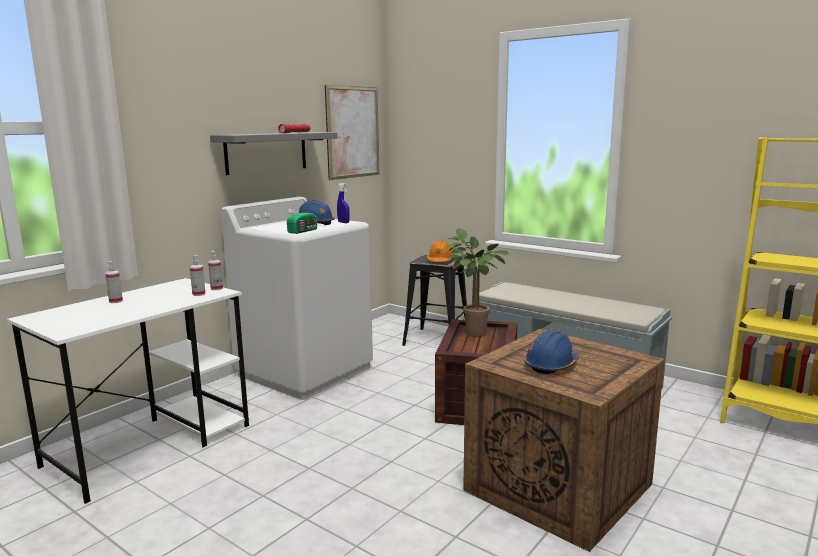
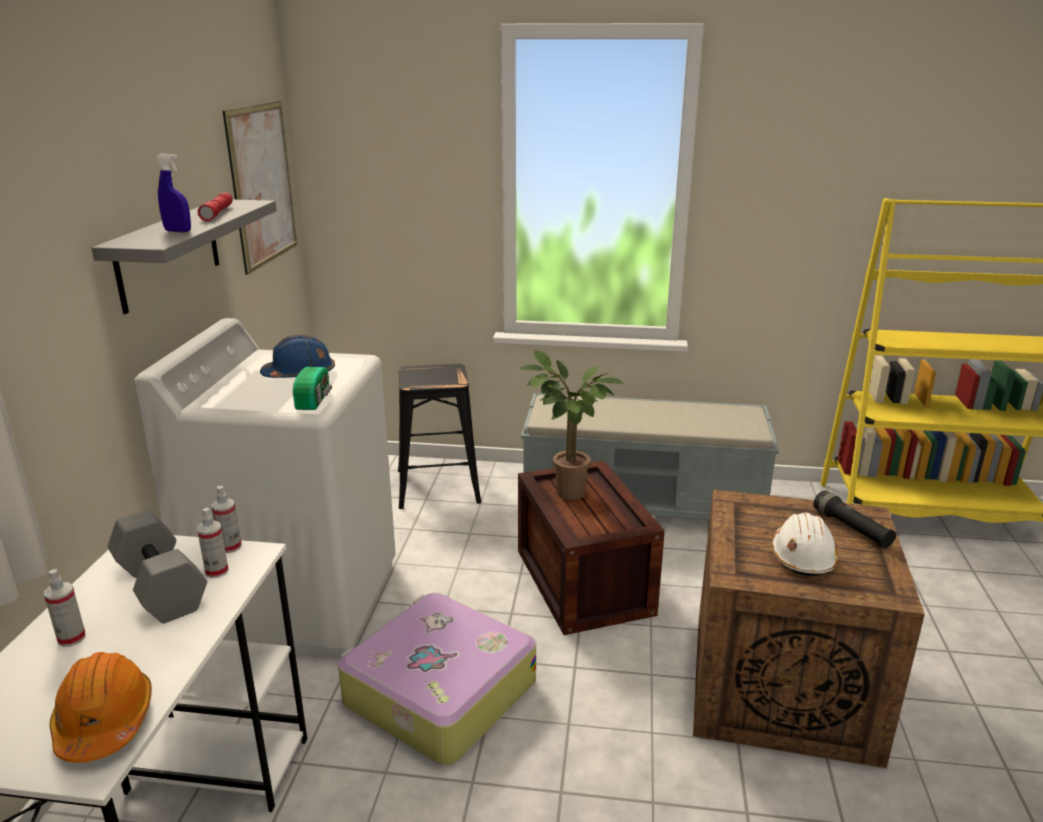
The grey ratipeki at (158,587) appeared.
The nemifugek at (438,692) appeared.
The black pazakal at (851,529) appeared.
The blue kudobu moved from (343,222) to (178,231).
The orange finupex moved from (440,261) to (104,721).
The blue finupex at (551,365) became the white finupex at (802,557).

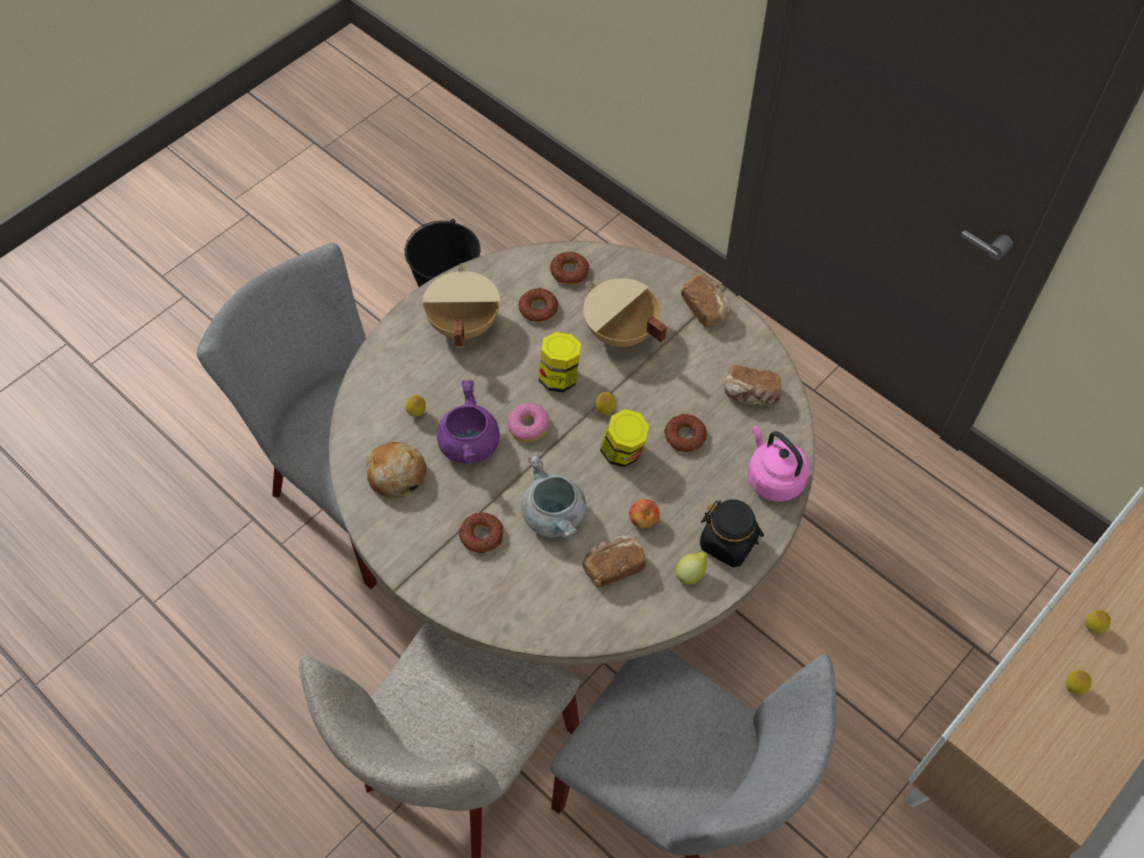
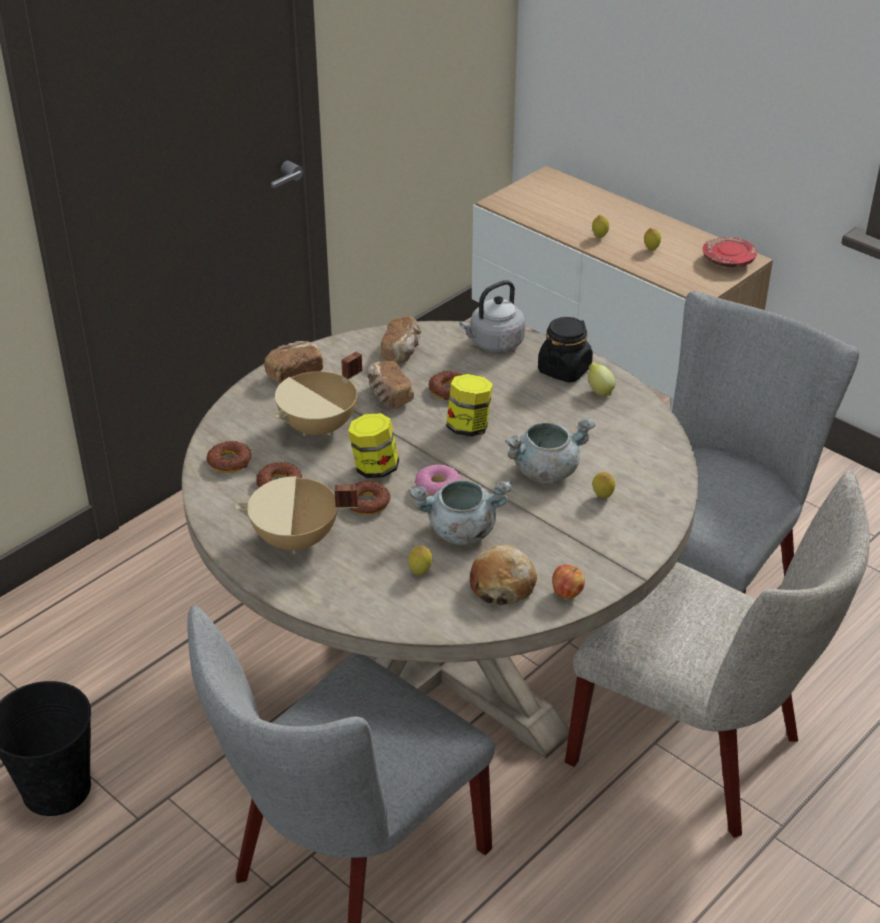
The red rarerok at (728,261) appeared.
The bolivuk moved from (482,535) to (367,502).
The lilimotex moved from (613,566) to (388,396).
The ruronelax moved from (605,411) to (602,497).
The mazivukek moved from (643,521) to (567,593).
The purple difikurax at (468,444) became the grey difikurax at (460,531).
The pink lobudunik at (773,478) became the grey lobudunik at (494,343).

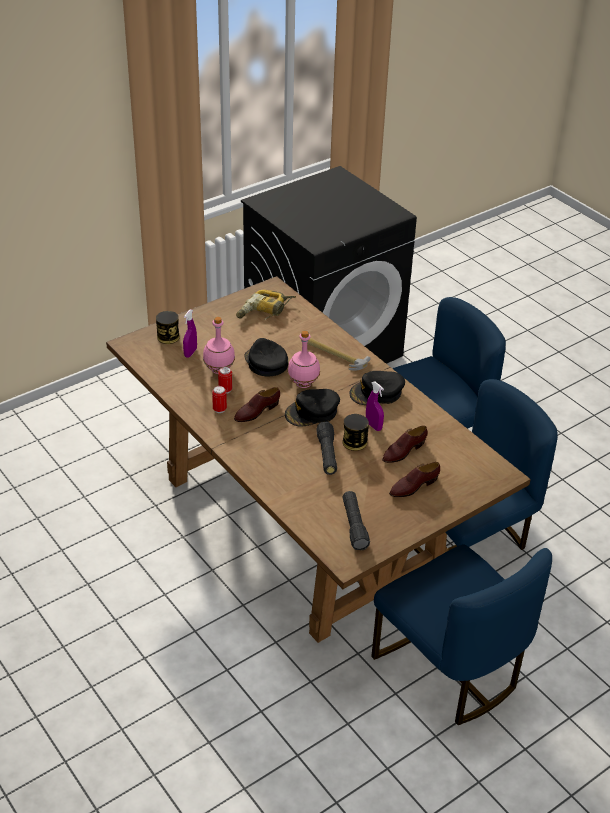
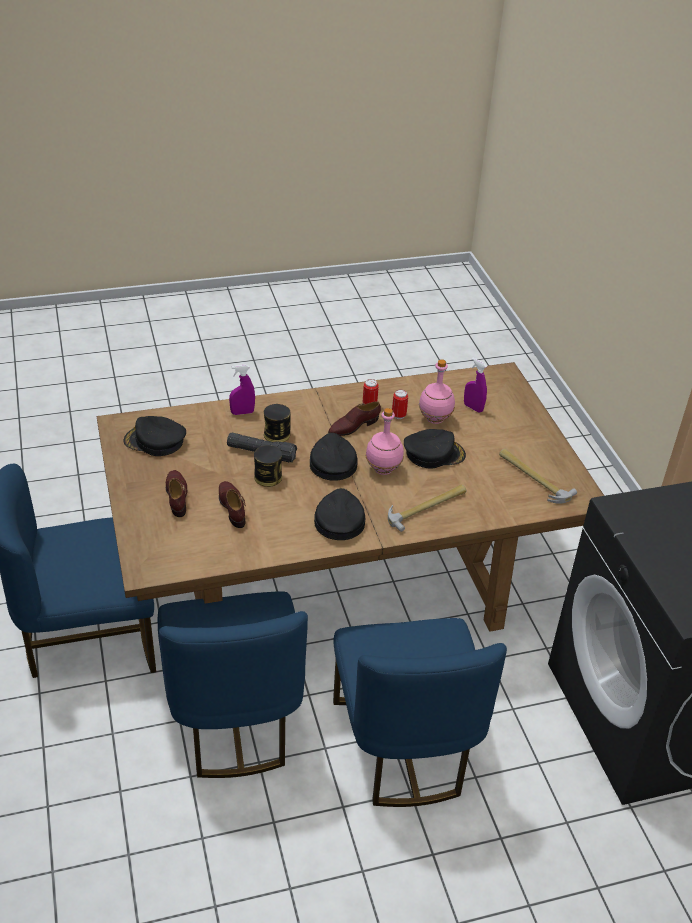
The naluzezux moved from (168,337) to (277,434).
The purple kudobu moved from (373,426) to (242,412).
The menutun at (265,312) was replaced by the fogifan at (534,478).
The black pazakal at (354,526) was replaced by the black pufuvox at (155,441).
The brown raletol at (256,411) turned 105 degrees counterclockwise.

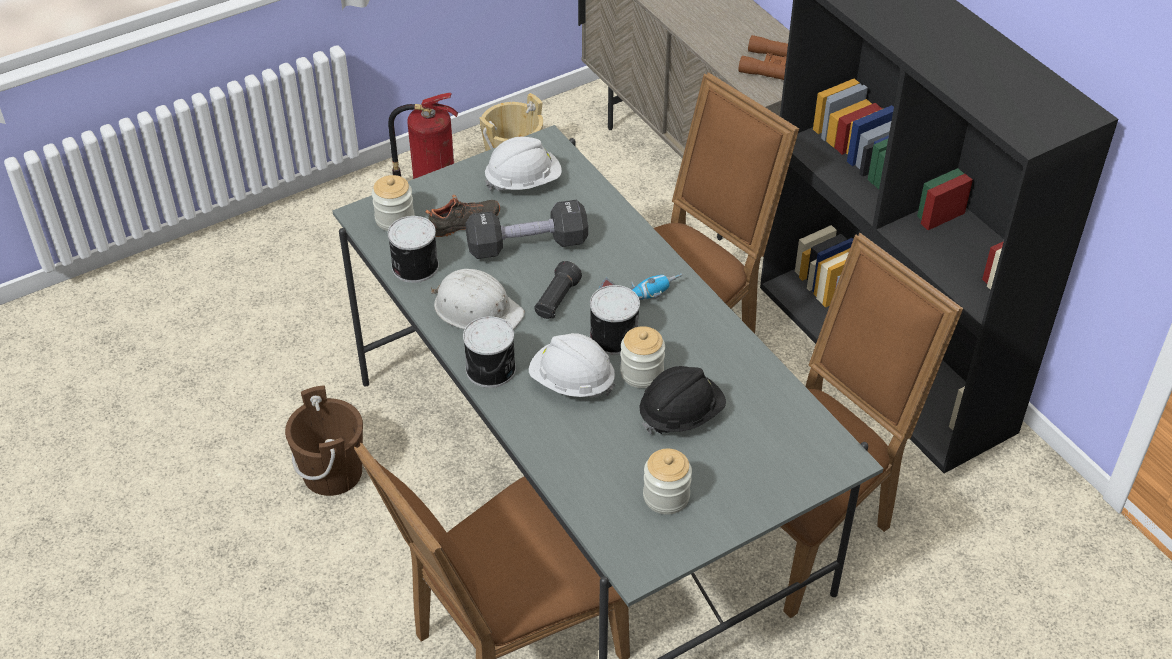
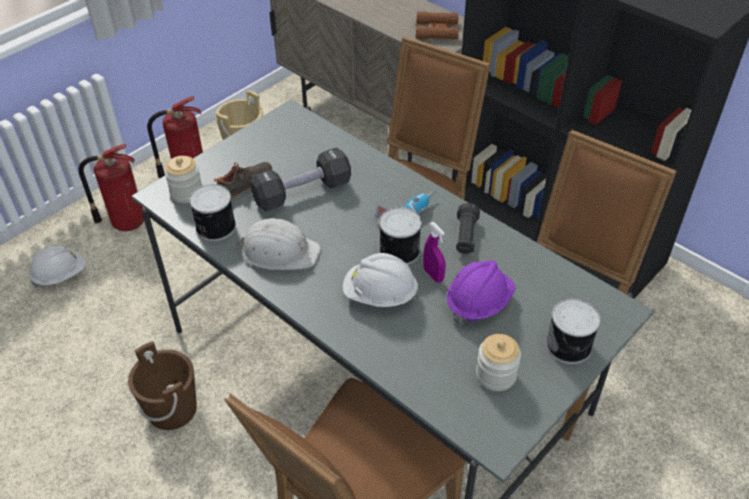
The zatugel at (126,222) appeared.
The naluzezux moved from (492,369) to (570,345).
The white finupex moved from (523,182) to (60,275).
The black pazakal moved from (556,300) to (465,237).
The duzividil at (641,373) was replaced by the purple kudobu at (433,275).
The black finupex at (681,415) became the purple finupex at (478,302).

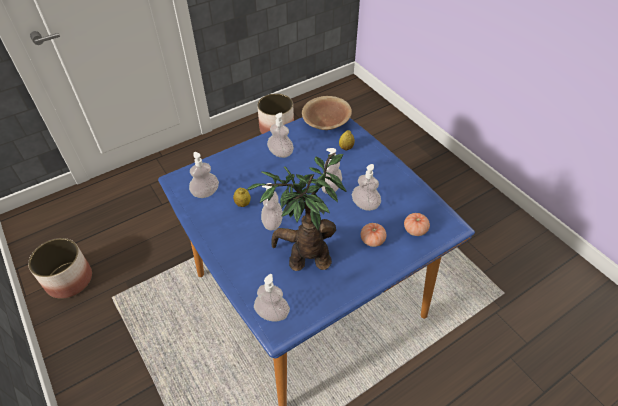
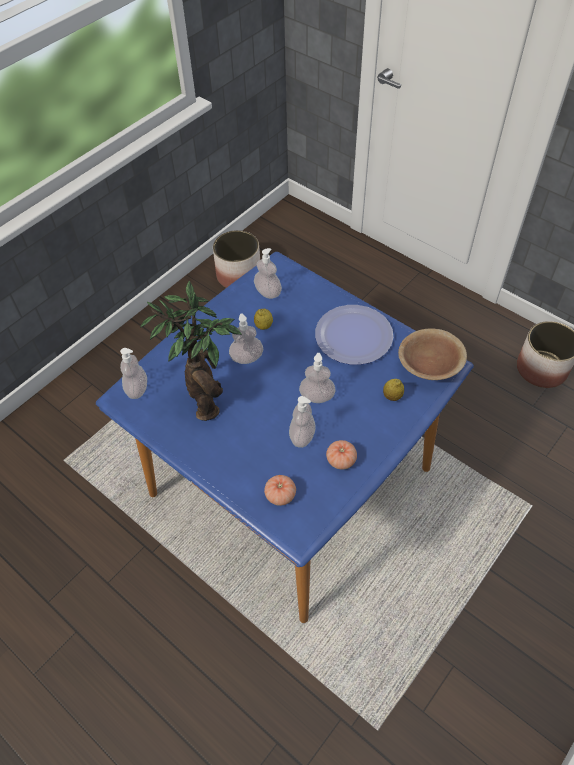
The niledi moved from (372,240) to (341,460).
The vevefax at (280,153) was replaced by the rarerok at (353,335).

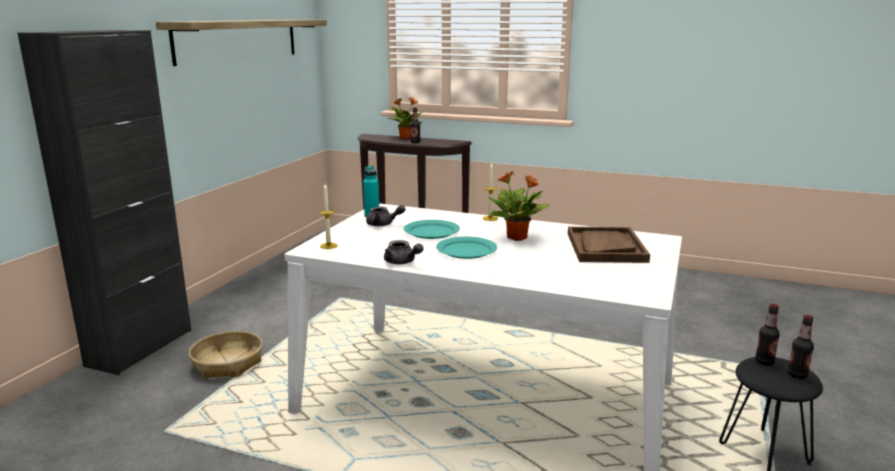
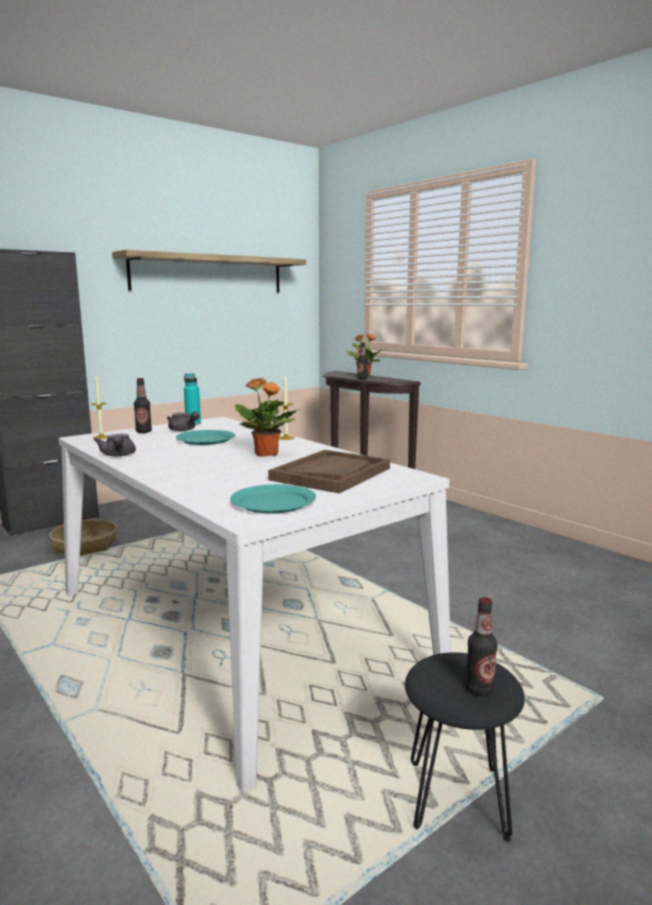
The turquoise rarerok moved from (466,250) to (274,502).
The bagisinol moved from (764,362) to (143,432).

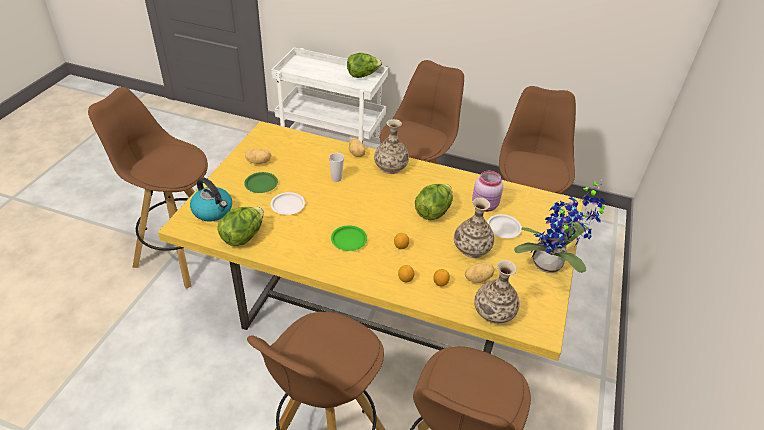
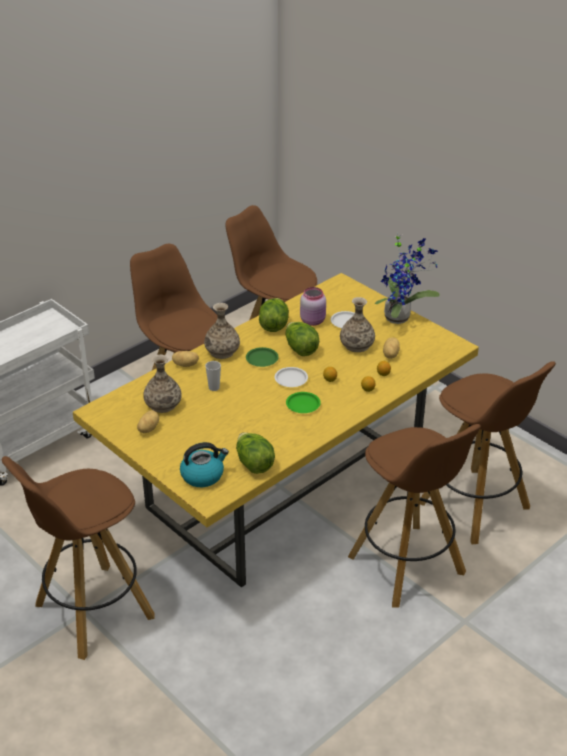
The green rarerok moved from (261,184) to (261,359).
The white rarerok moved from (288,206) to (291,379).
The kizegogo moved from (363,75) to (274,325).
The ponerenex moved from (494,312) to (163,405).

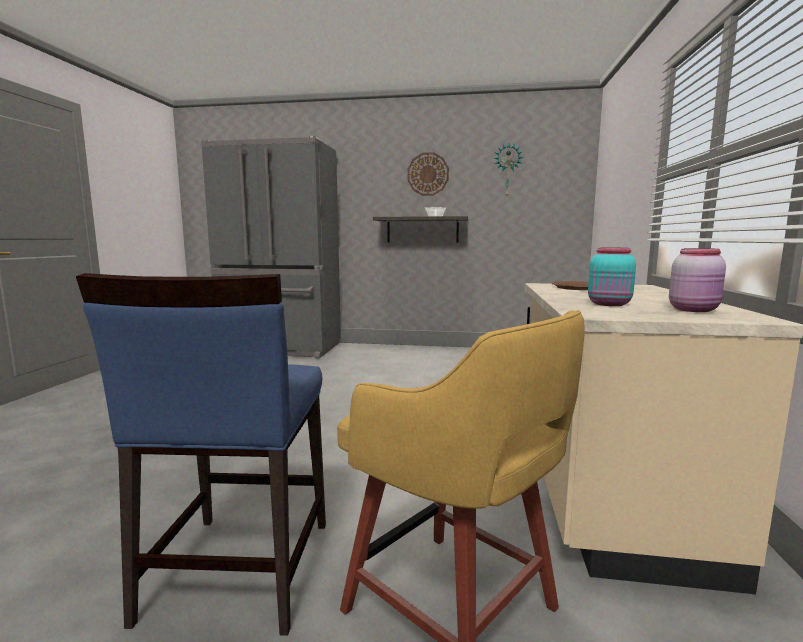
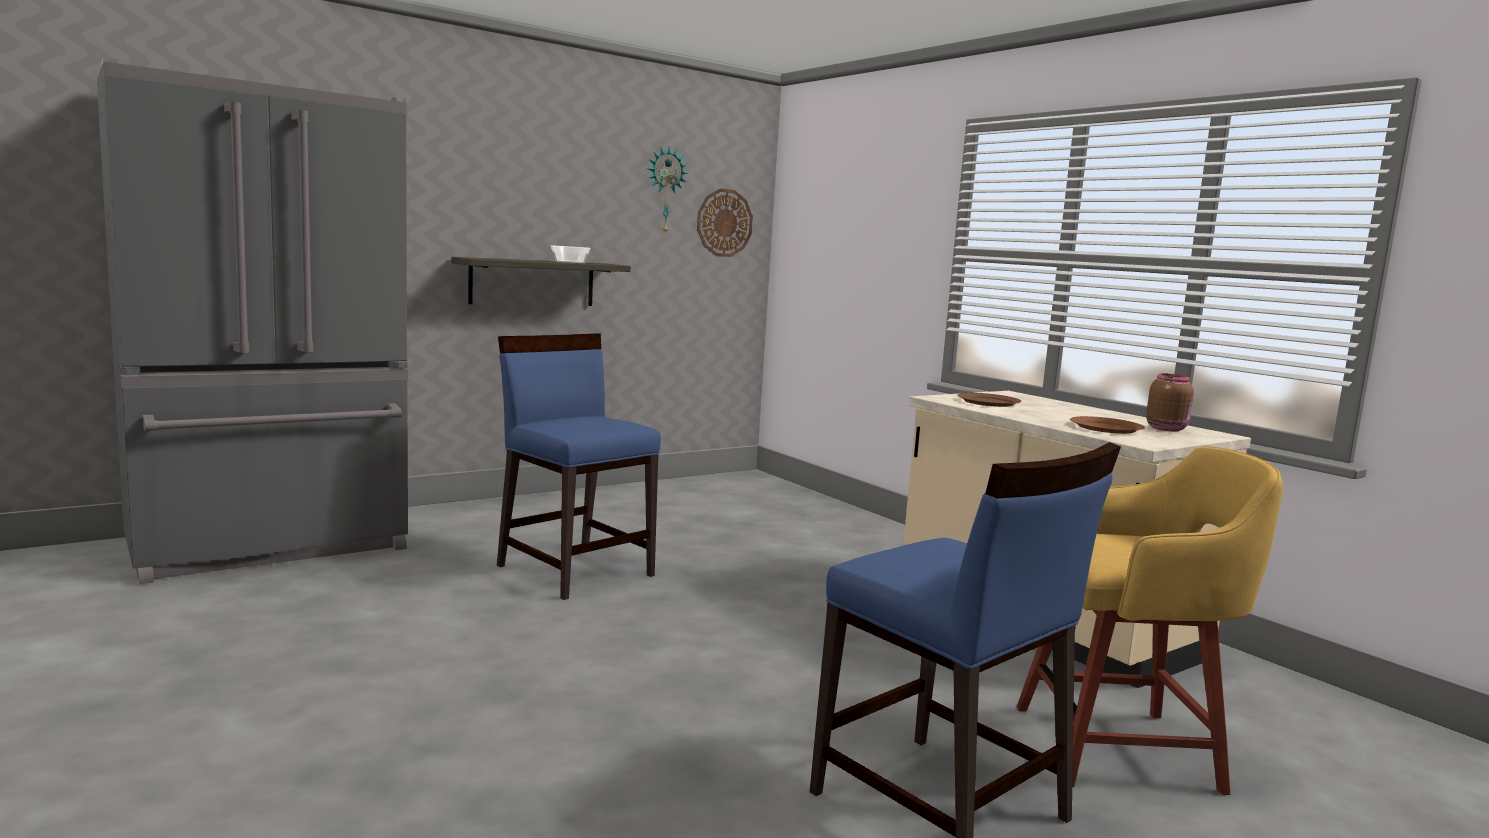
The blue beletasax at (575,570) appeared.
The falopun moved from (428,174) to (724,223).
The turquoise duzividil at (610,304) was replaced by the brown rarerok at (1107,428).
The pink duzividil at (695,310) became the brown duzividil at (1167,428).

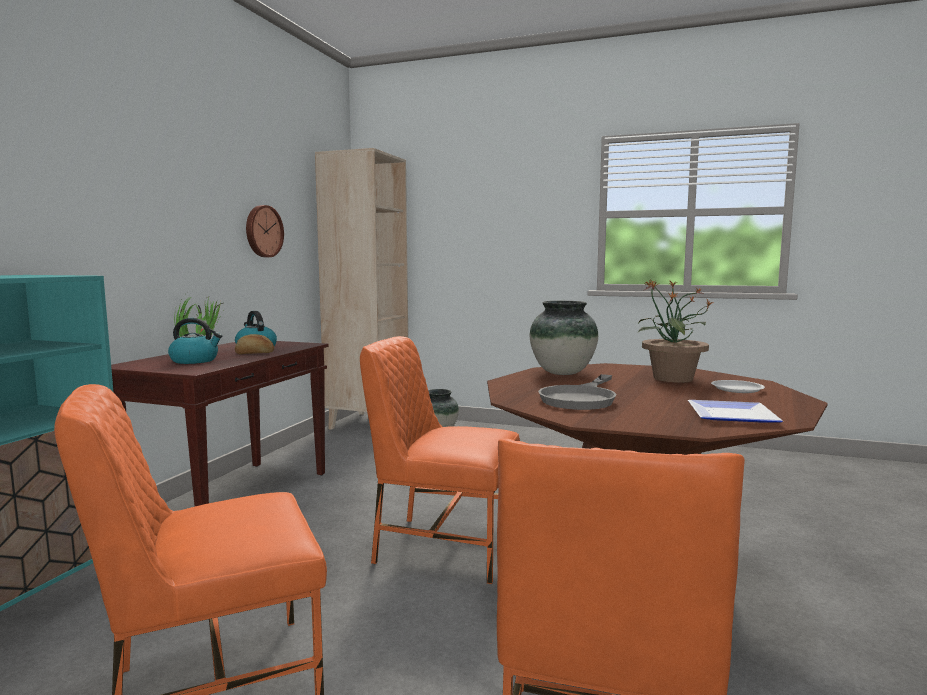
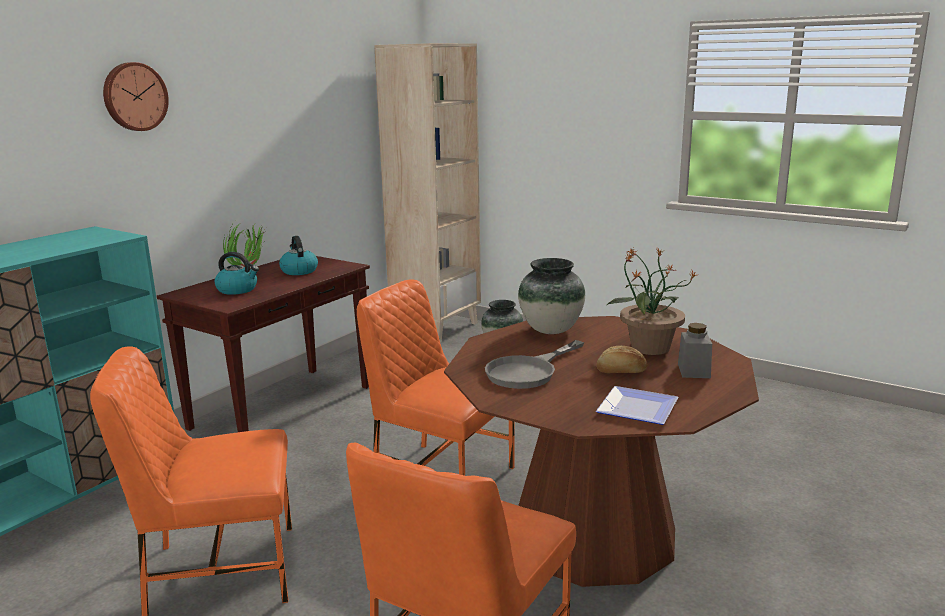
The lilimotex moved from (254,354) to (621,372).
The falopun moved from (263,231) to (134,97).
The white rarerok at (737,389) was replaced by the grey duzividil at (693,371).

